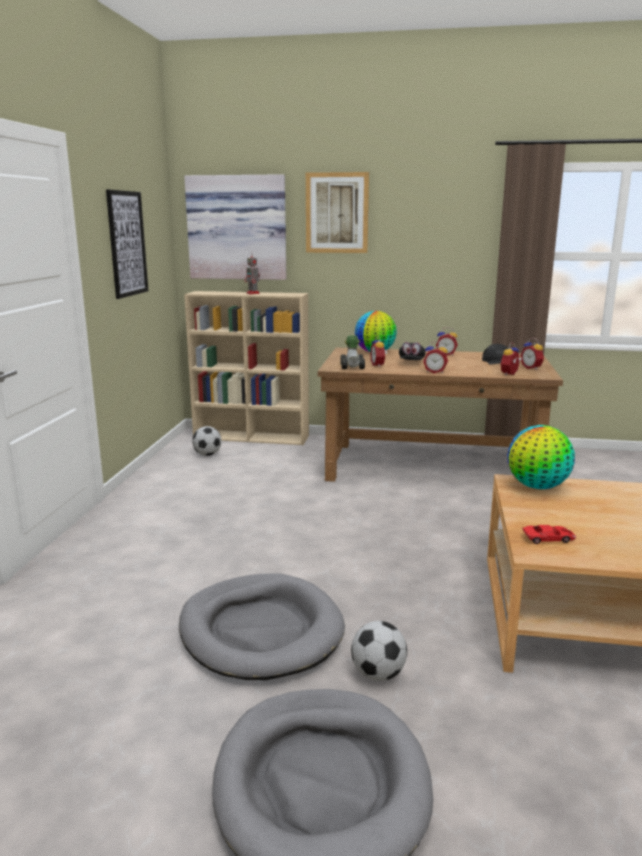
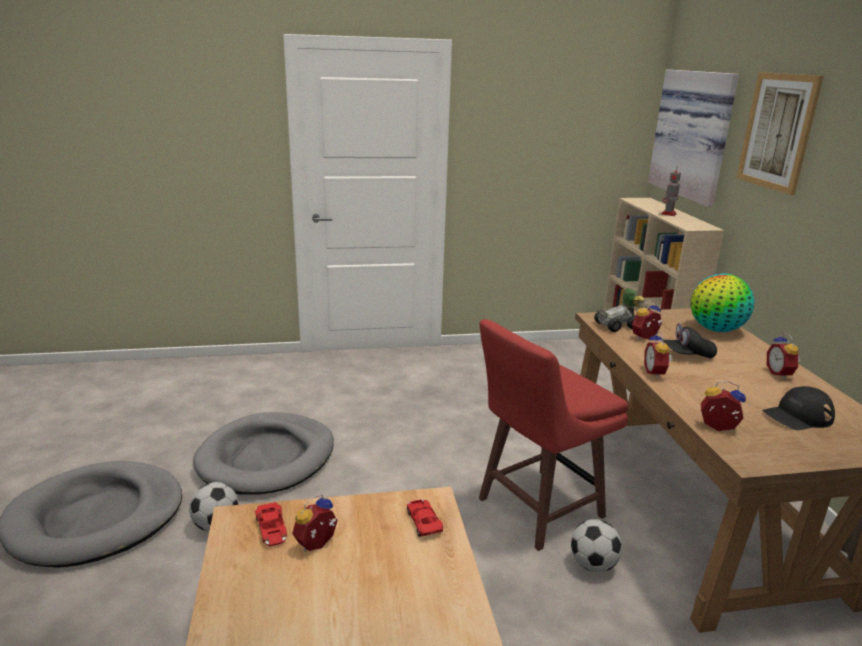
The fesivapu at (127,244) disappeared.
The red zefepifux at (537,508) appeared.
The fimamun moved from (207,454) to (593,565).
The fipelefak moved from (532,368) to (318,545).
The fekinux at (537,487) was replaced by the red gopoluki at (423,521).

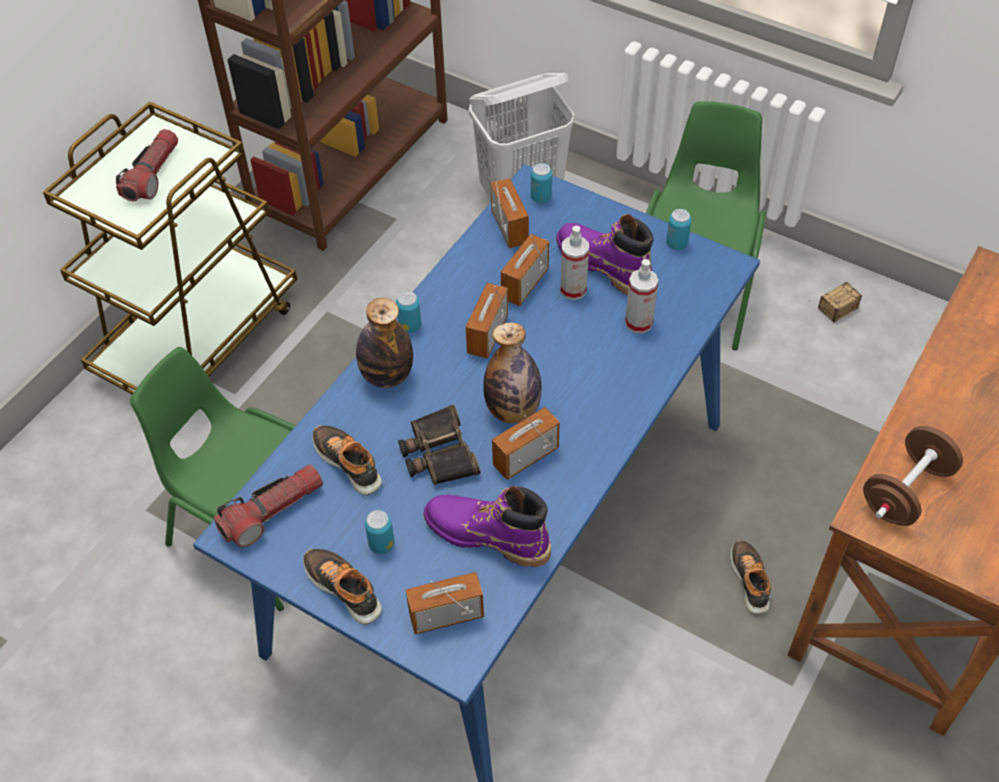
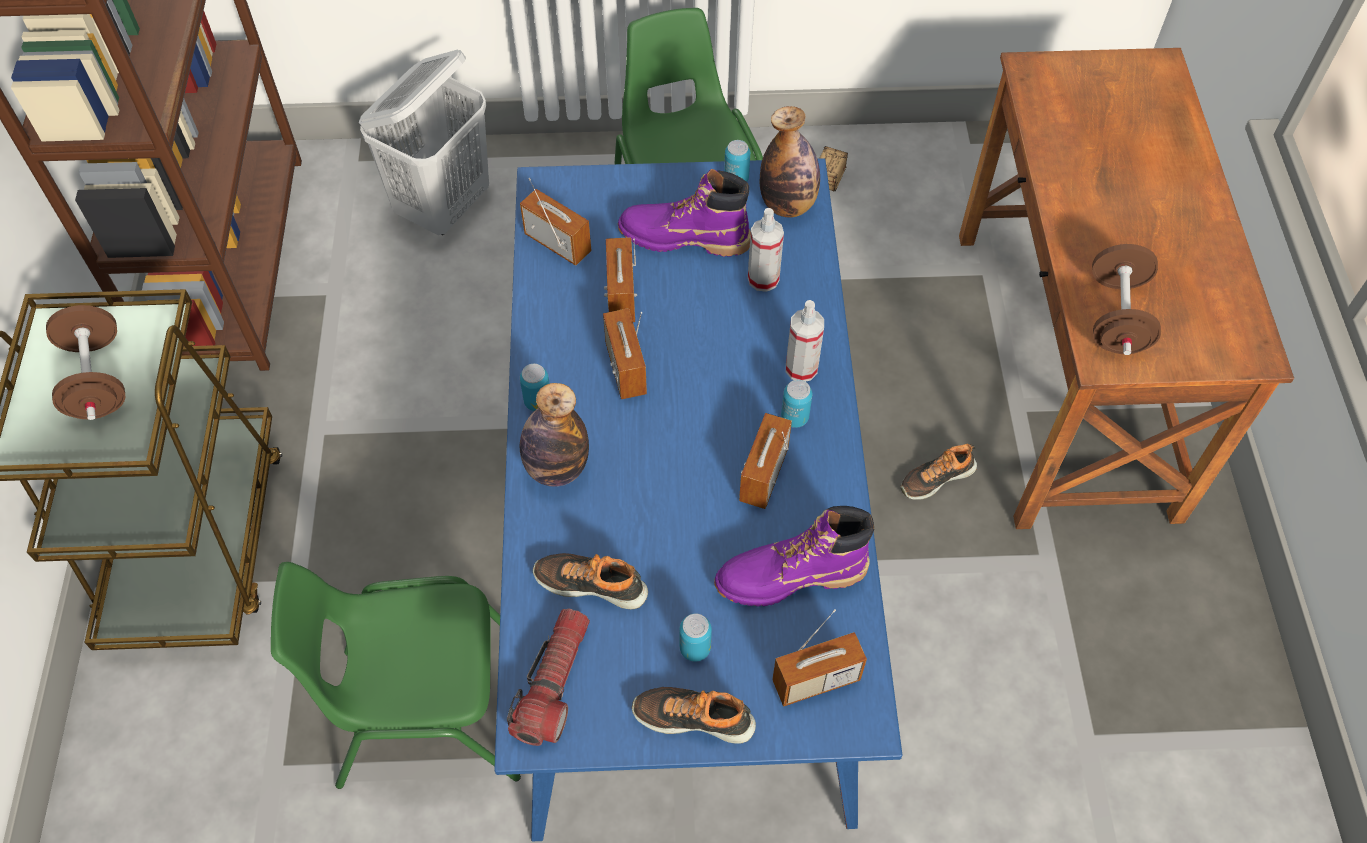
The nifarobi at (437,453) disappeared.
The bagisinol moved from (513,410) to (788,205).
The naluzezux moved from (541,198) to (794,417).
The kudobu moved from (573,289) to (801,368).
The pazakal at (152,175) was replaced by the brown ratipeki at (97,380).
The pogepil at (446,615) turned 150 degrees counterclockwise.
The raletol at (750,580) turned 75 degrees counterclockwise.

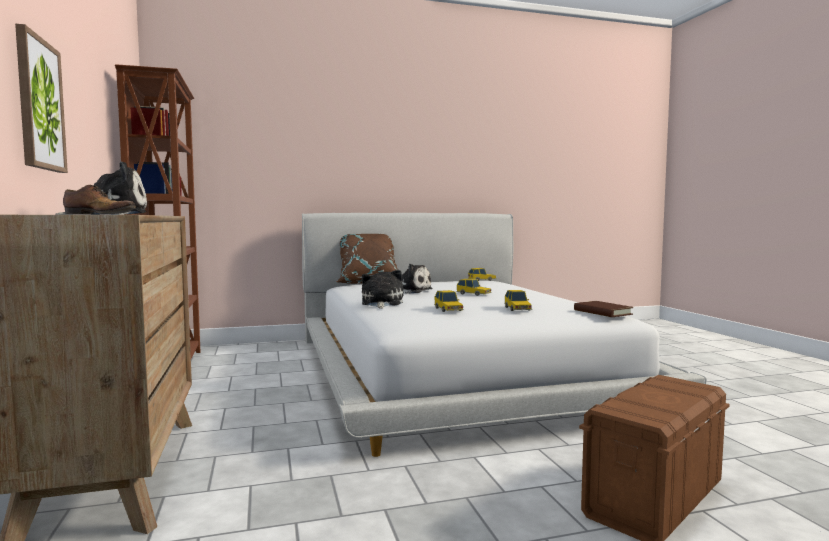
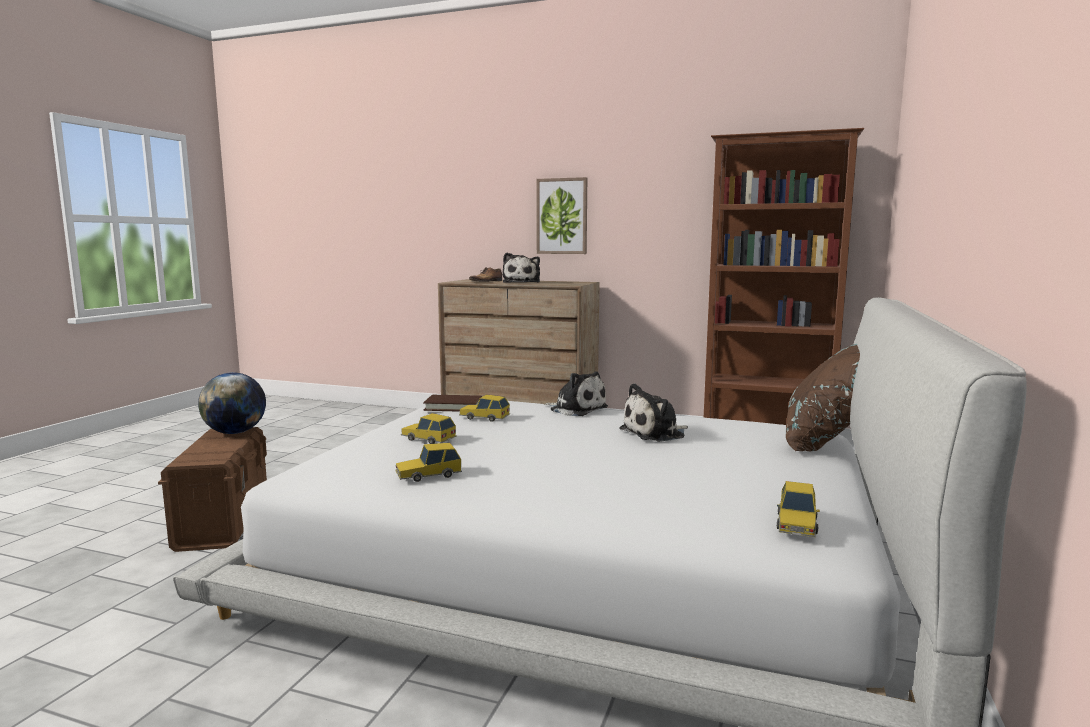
The fekinux at (235,432) appeared.
The gopoluki moved from (473,294) to (428,475).
The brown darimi moved from (602,312) to (453,406).

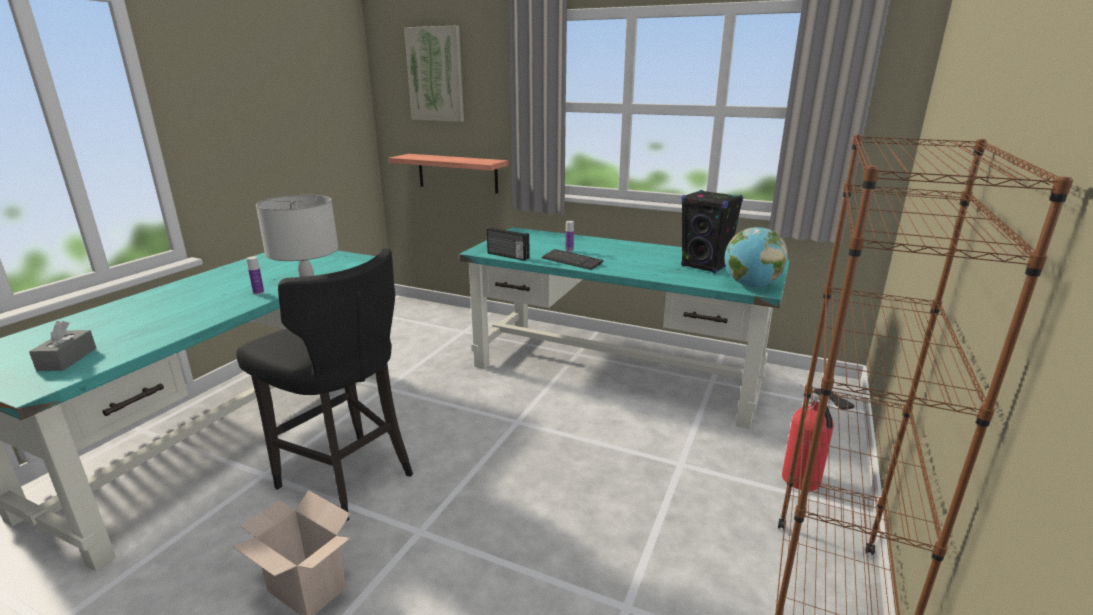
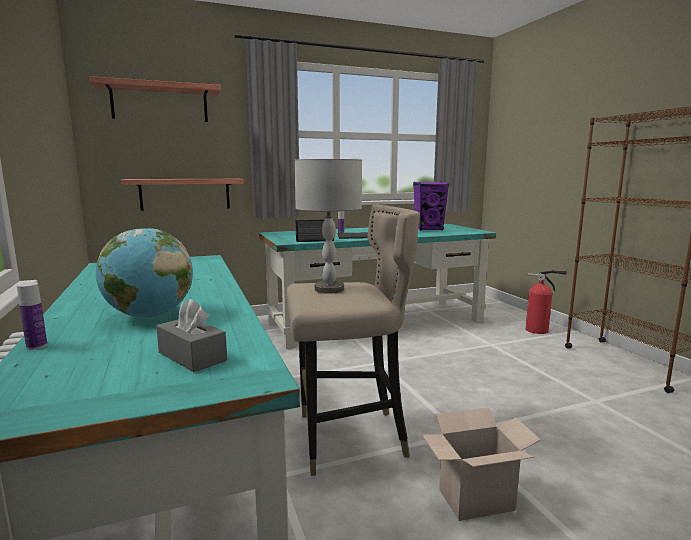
The bagisinol moved from (258,292) to (36,346).
The fekinux moved from (751,286) to (149,316).
The fesivapu at (436,74) was replaced by the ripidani at (160,103).
The black zefepifux at (346,477) became the beige zefepifux at (349,439).
The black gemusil at (705,266) became the purple gemusil at (429,229).

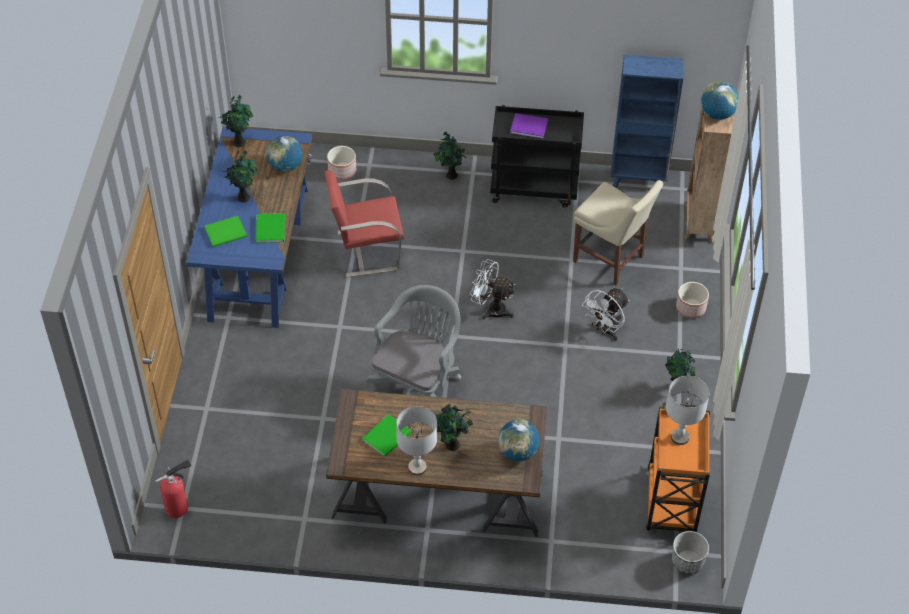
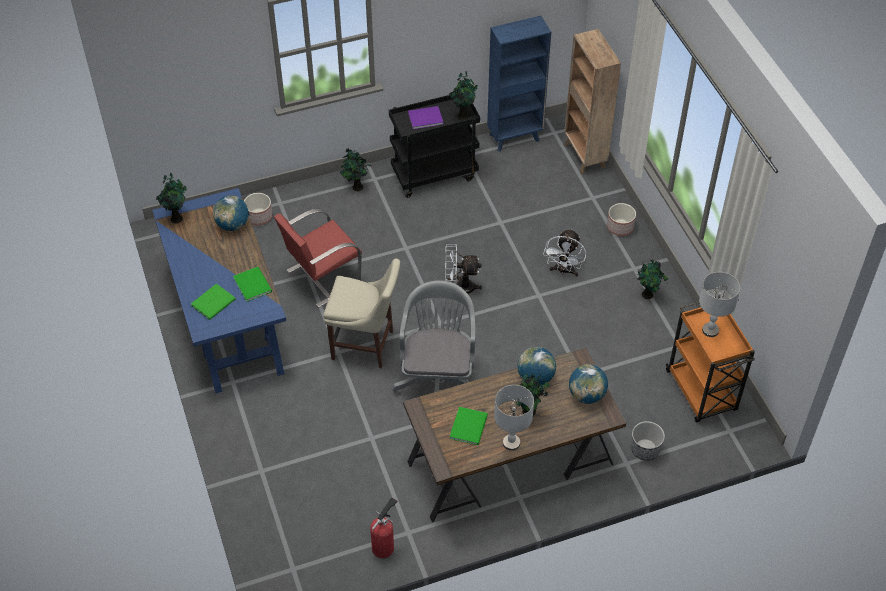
The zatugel moved from (179,507) to (384,546).
The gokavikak moved from (244,196) to (462,116).
The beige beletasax moved from (611,261) to (366,346).
The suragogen moved from (687,561) to (645,449).
The fekinux moved from (717,114) to (535,377).

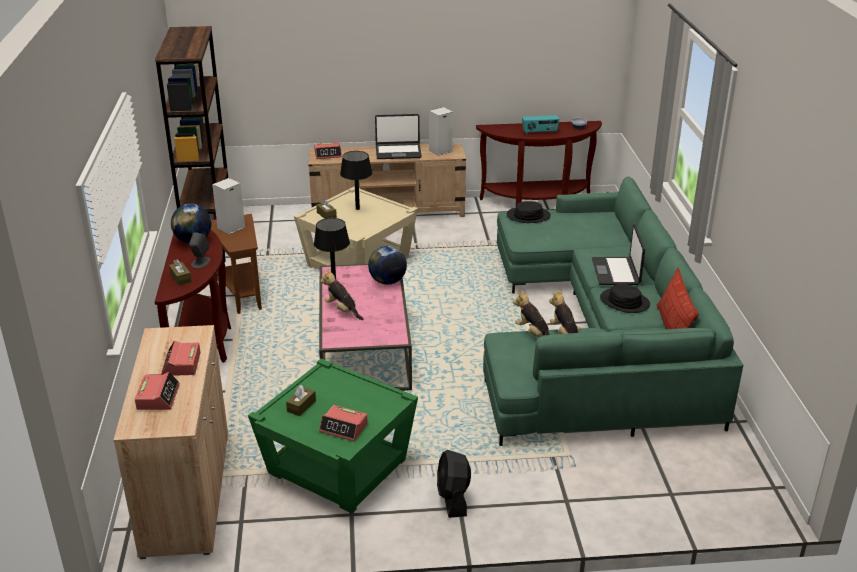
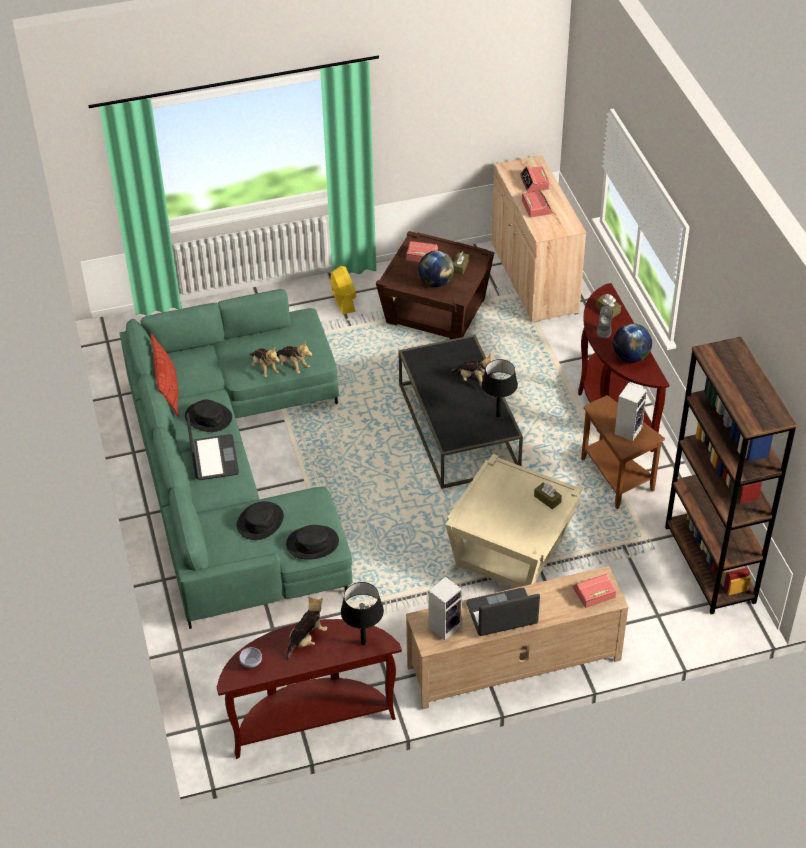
The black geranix at (260,521) appeared.
The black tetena moved from (357,209) to (363,643).
The fekinux moved from (387,281) to (436,282).
The pogepil at (539,132) was replaced by the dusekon at (307,639).
The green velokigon at (338,466) became the brown velokigon at (435,312).
The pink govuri at (365,346) became the black govuri at (457,427).
The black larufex at (453,498) became the yellow larufex at (343,301).

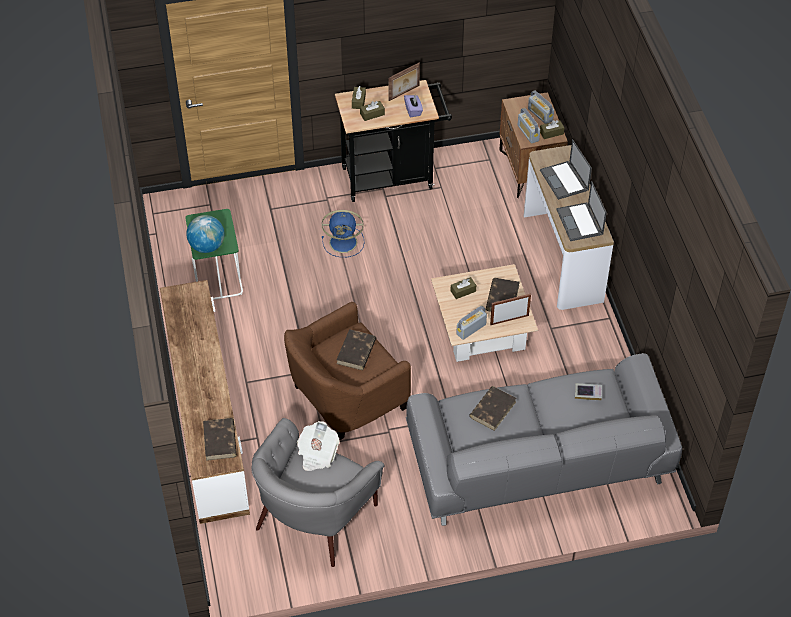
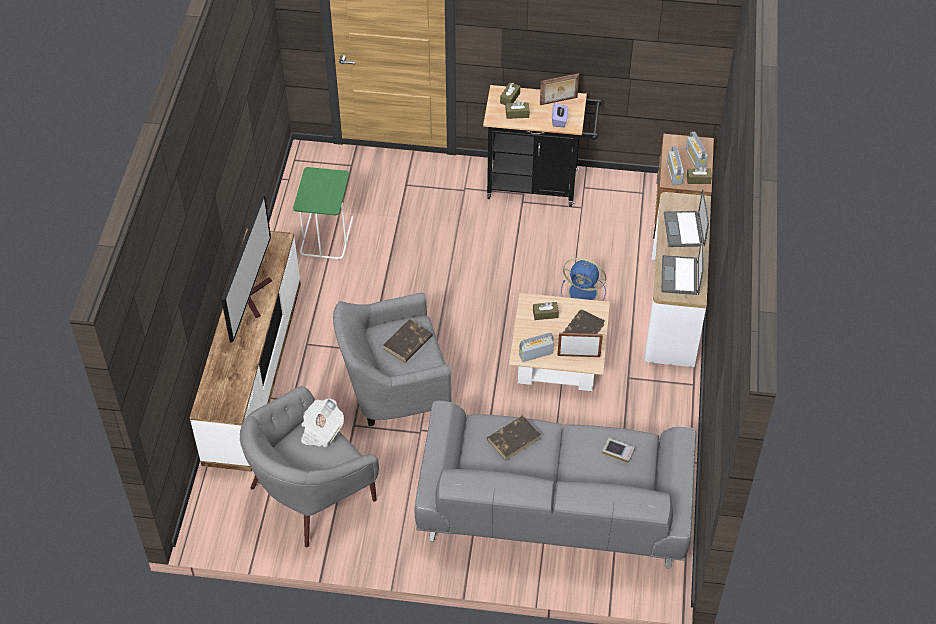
The fekinux at (207,246) disappeared.
The brown darimi at (220,441) disappeared.
The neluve at (254,295) appeared.
The blue larufex moved from (344,242) to (584,292).
The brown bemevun at (345,397) became the grey bemevun at (393,386).

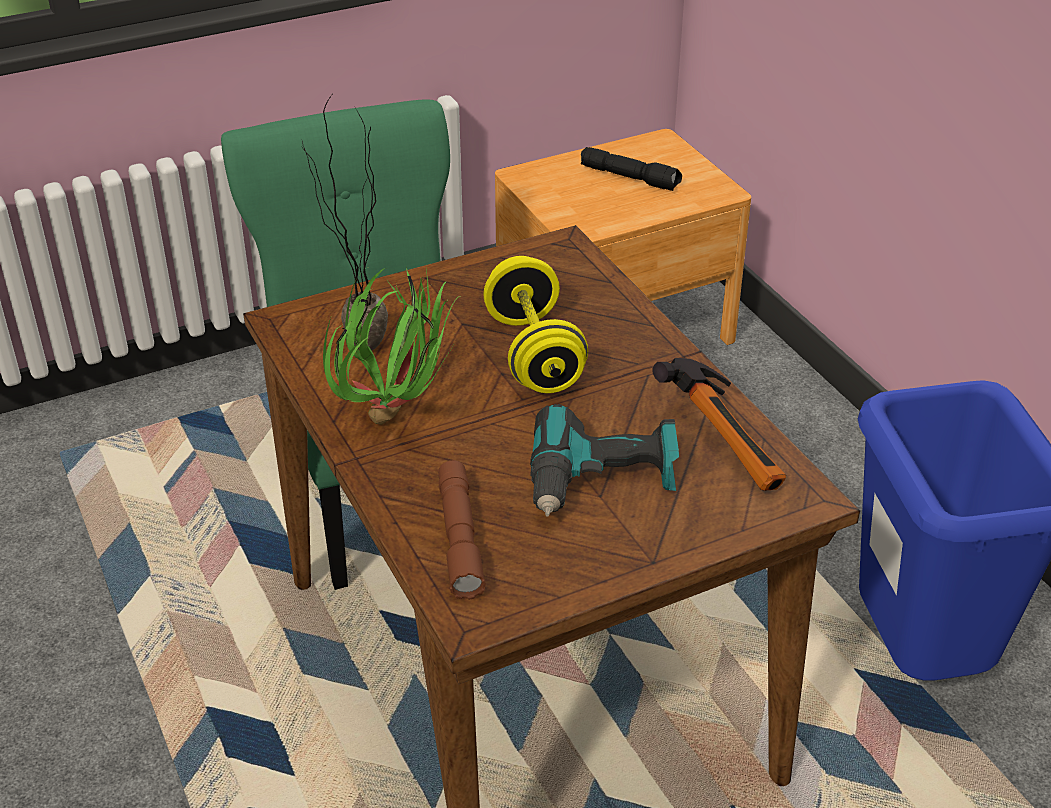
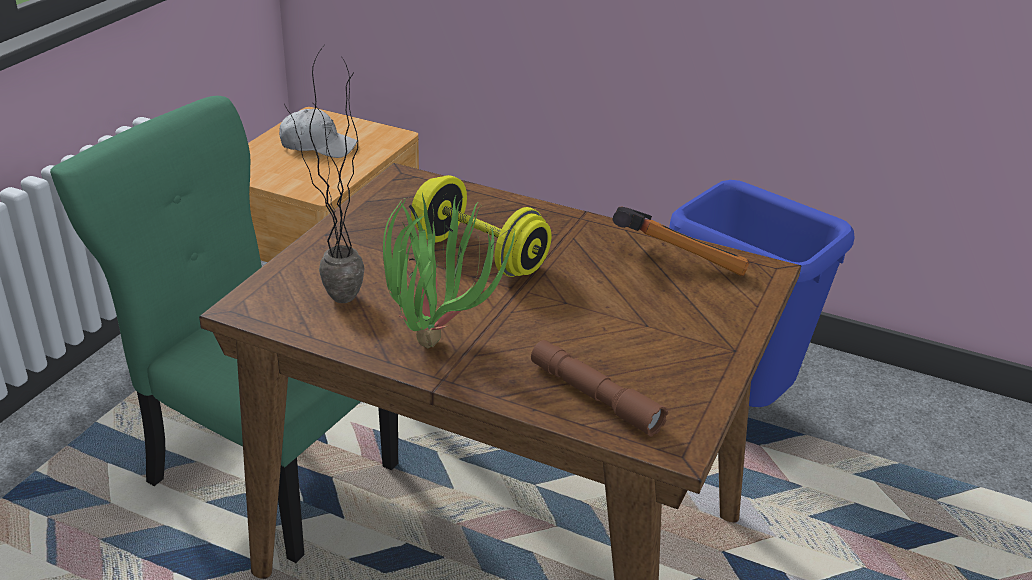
The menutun at (602,482) disappeared.
The black pazakal at (630,178) was replaced by the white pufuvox at (318,145).

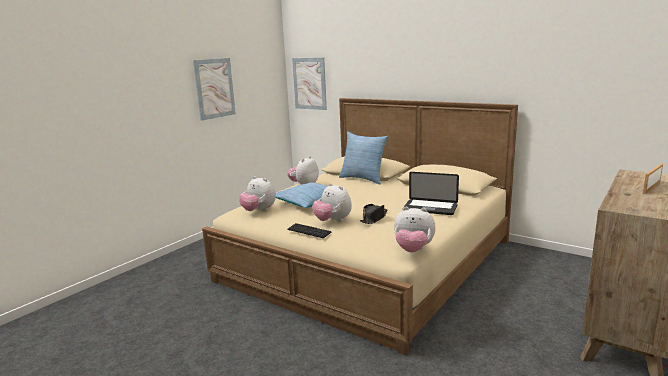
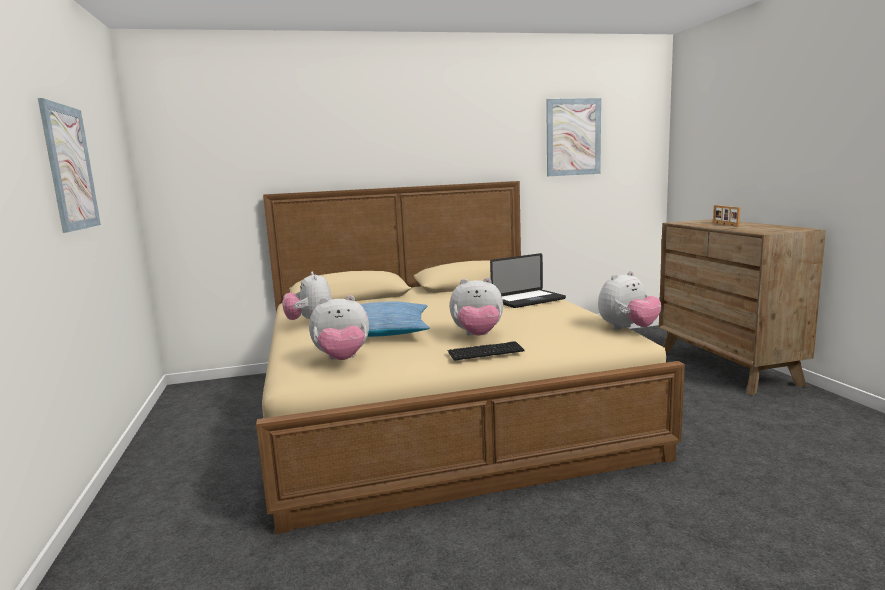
The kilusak at (363,179) disappeared.
The black geranix at (374,218) disappeared.
The fesivapu moved from (309,83) to (573,137).

